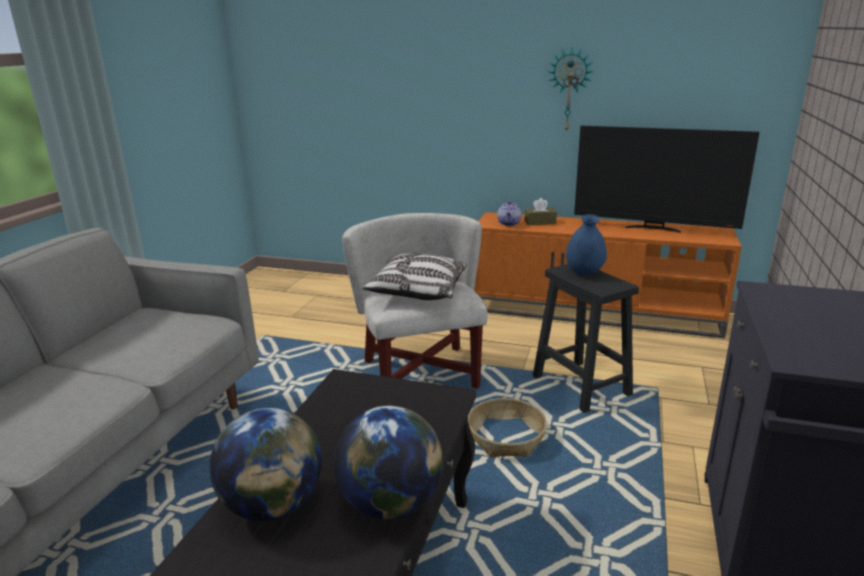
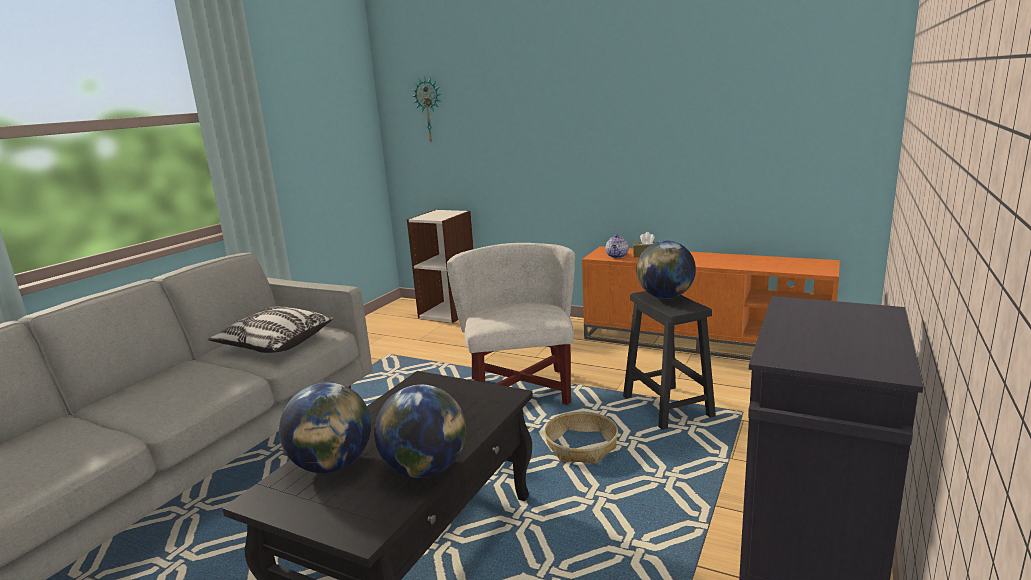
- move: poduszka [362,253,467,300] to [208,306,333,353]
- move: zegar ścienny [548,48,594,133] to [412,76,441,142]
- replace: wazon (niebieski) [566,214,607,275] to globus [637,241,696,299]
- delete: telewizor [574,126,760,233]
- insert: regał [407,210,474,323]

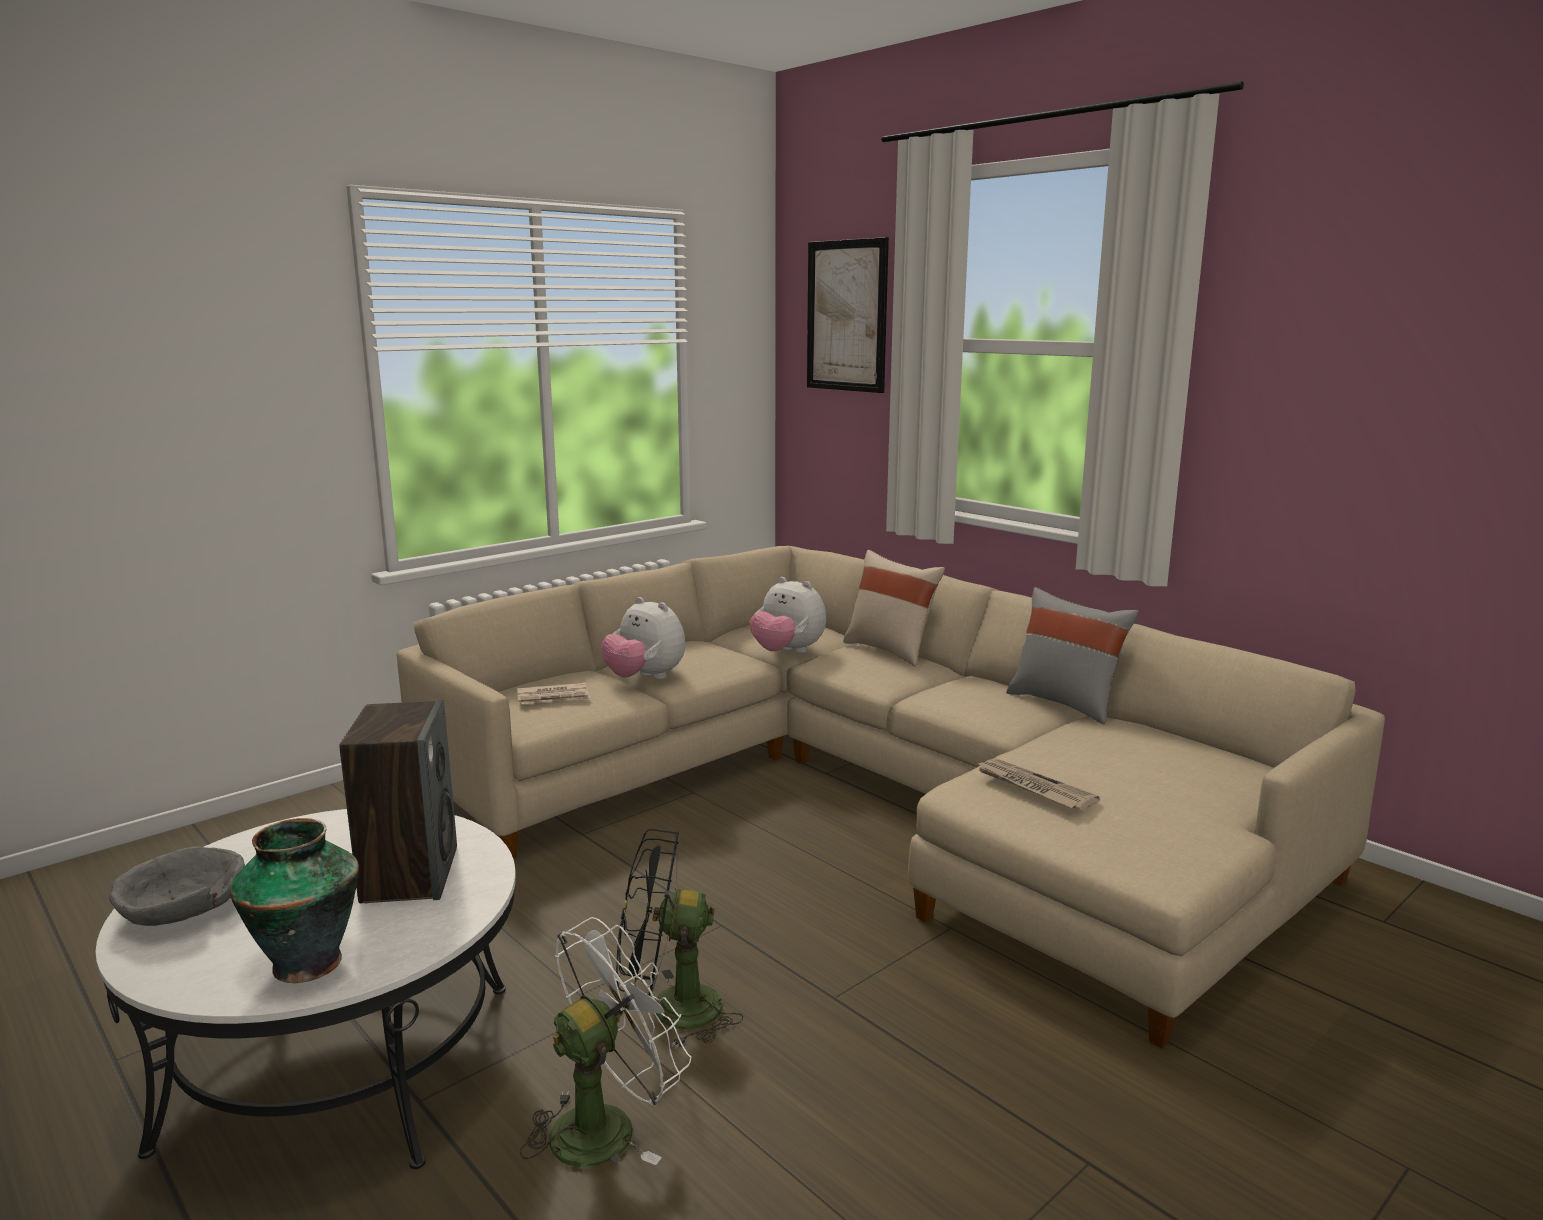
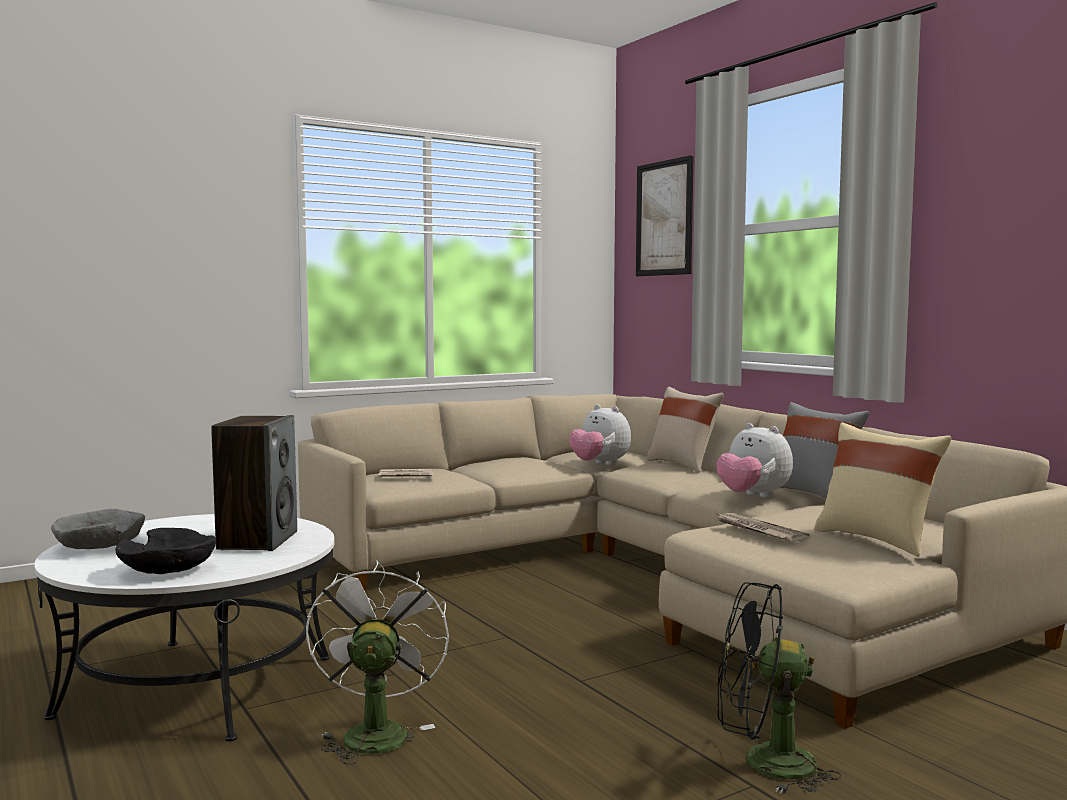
- replace: wazon [229,818,359,983] to miska (czarny) [115,528,216,574]
- rotate: wentylator (biały) [520,917,691,1168] = [306,560,449,765] 60 degrees counterclockwise
- move: pluszak [601,597,685,679] to [716,423,793,498]
- move: wentylator (czarny) [616,829,743,1049] to [717,582,841,794]
- insert: poduszka (beżowy) [814,422,951,557]

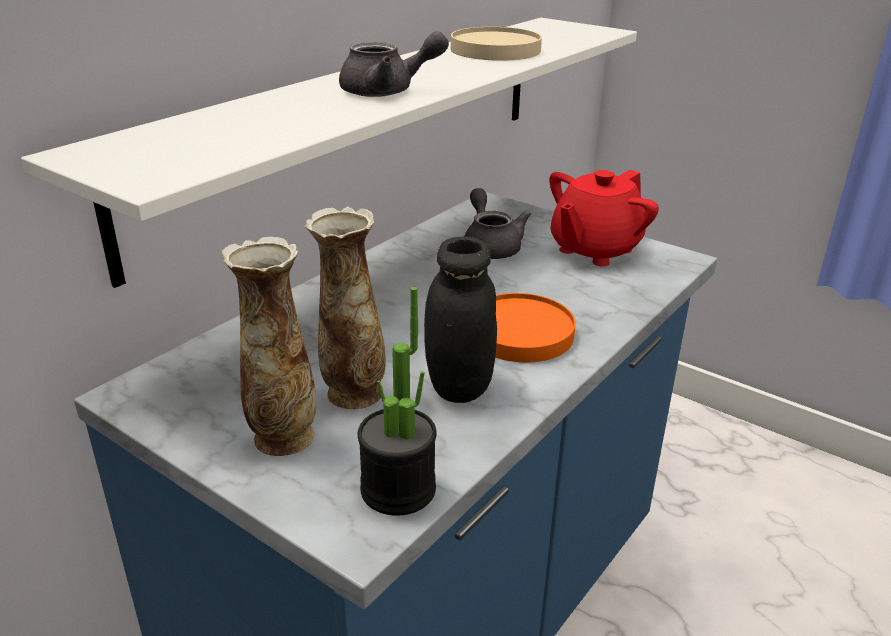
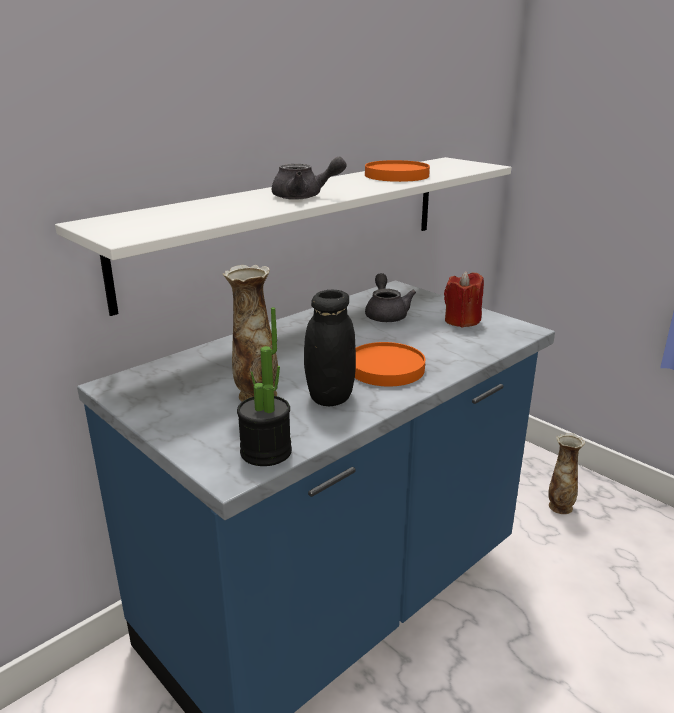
- move: wazon [222,237,316,456] to [548,433,585,514]
- recolor: talerz (beżowy) [451,27,542,61] to talerz (pomarańczowy) [365,160,430,182]
- replace: imbryk (czerwony) [549,170,659,266] to świeca (czerwony) [444,271,484,327]

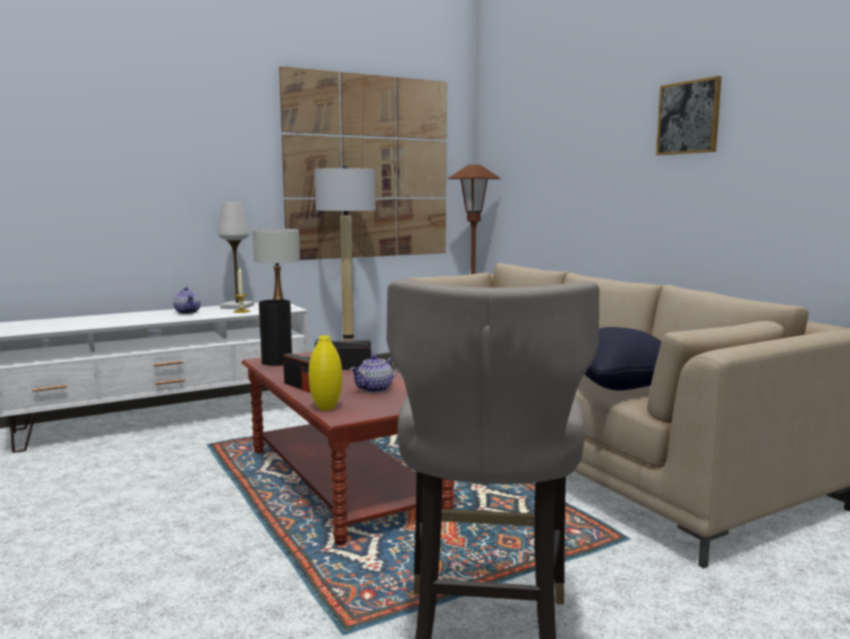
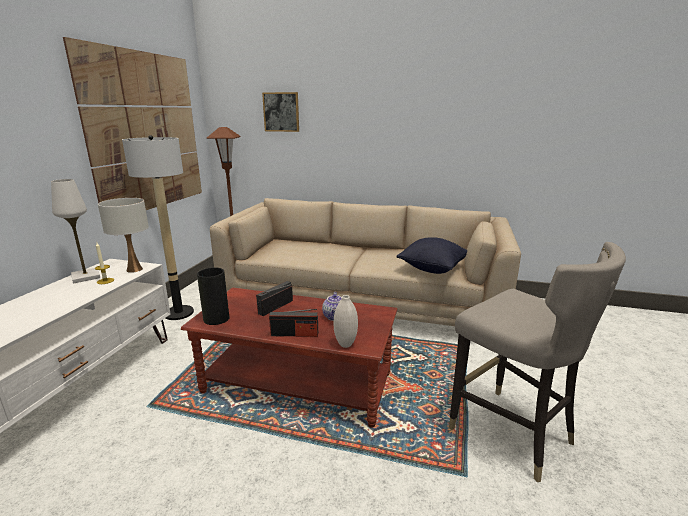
- delete: imbryk [173,287,201,314]
- recolor: wazon (żółty) [309,335,342,410] to wazon (biały) [334,295,358,348]
- move: obraz [656,76,722,155] to [262,92,299,132]

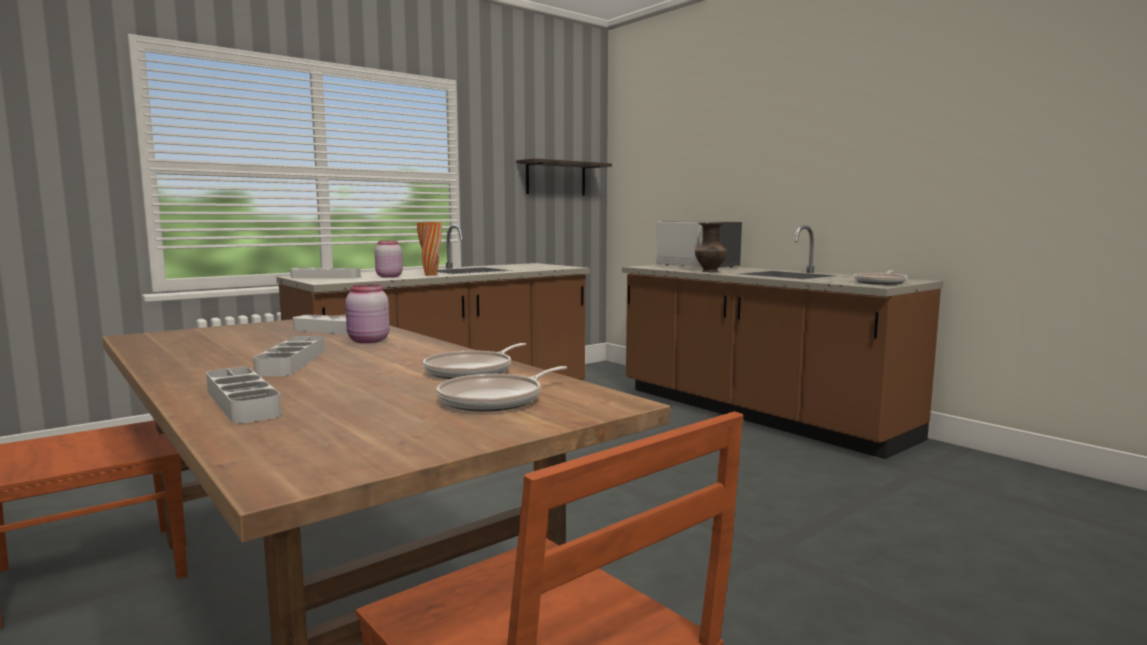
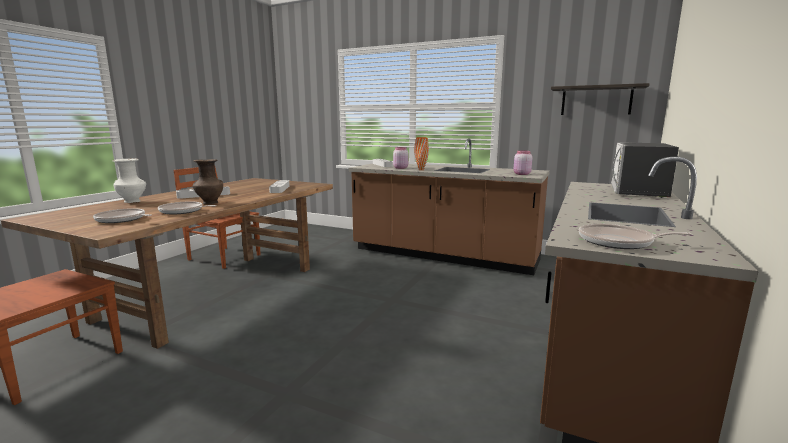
- replace: taca (szary) [206,367,281,423] to wazon (biały) [113,158,146,203]
- move: słoik (różowy) [345,284,390,343] to [514,150,532,175]
- move: wazon (brązowy) [695,222,727,272] to [193,159,223,204]

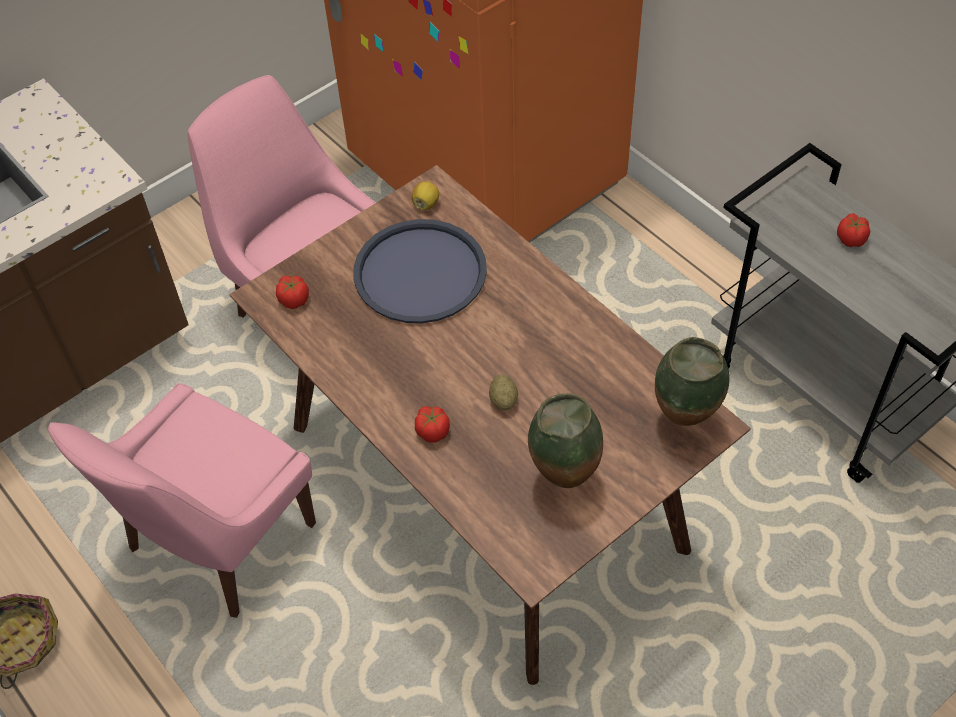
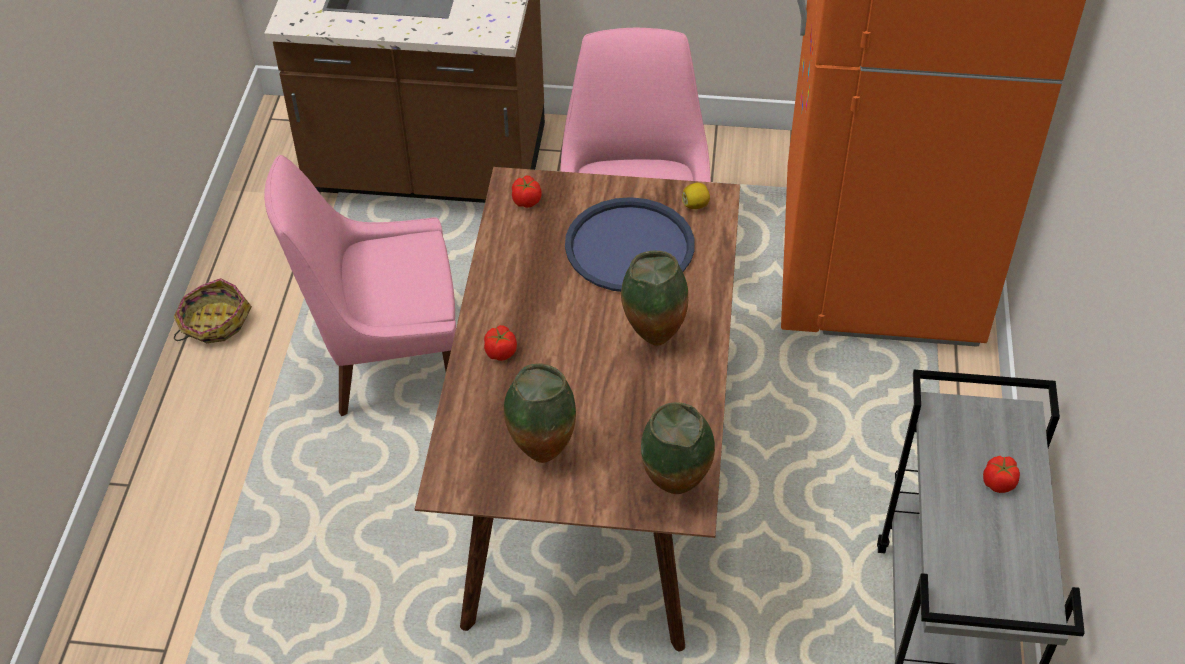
- delete: ziemniak [489,375,518,411]
- insert: wazon [621,251,688,346]

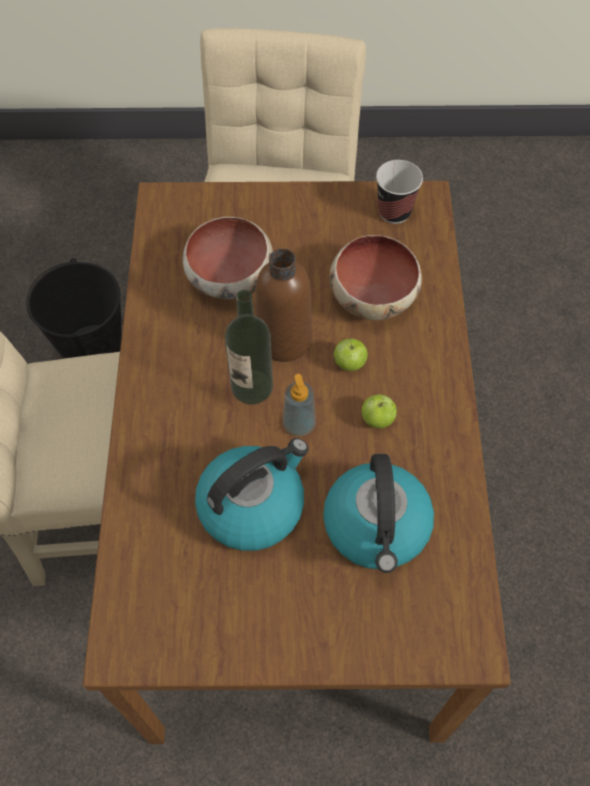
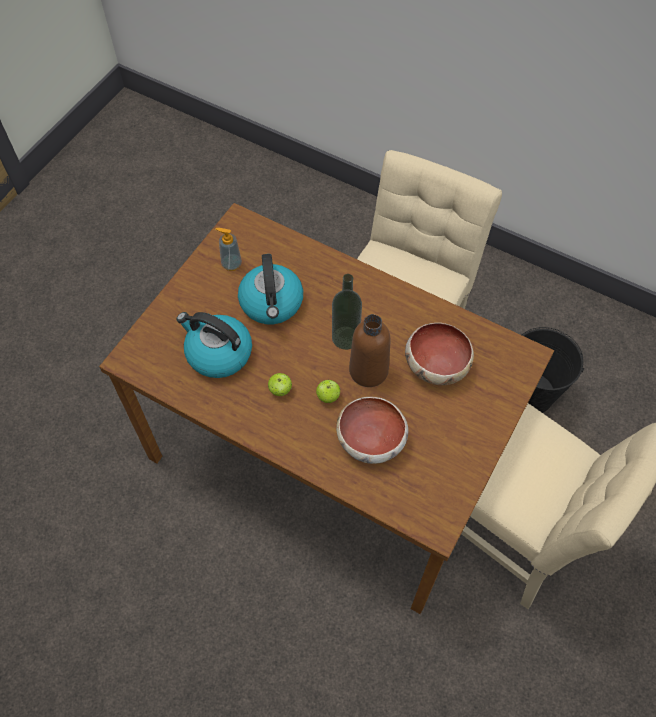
- move: dozownik mydła [283,374,316,437] to [215,228,242,271]
- delete: filiżanka [376,160,423,224]

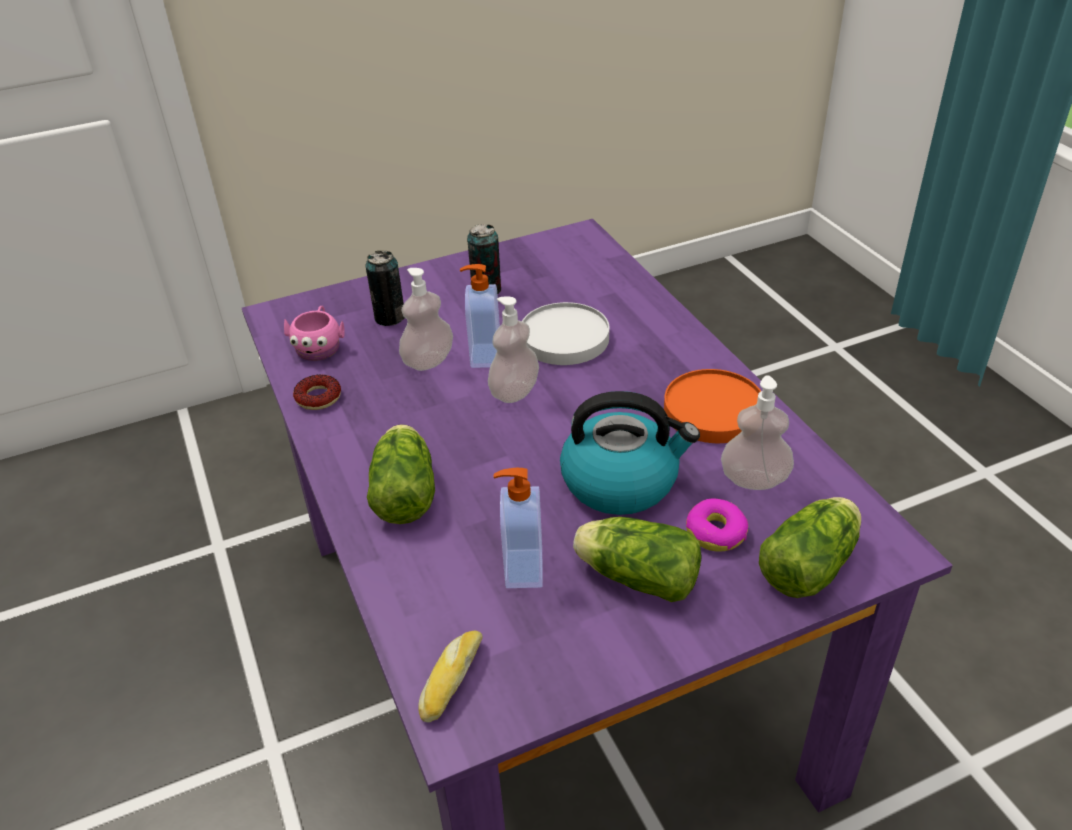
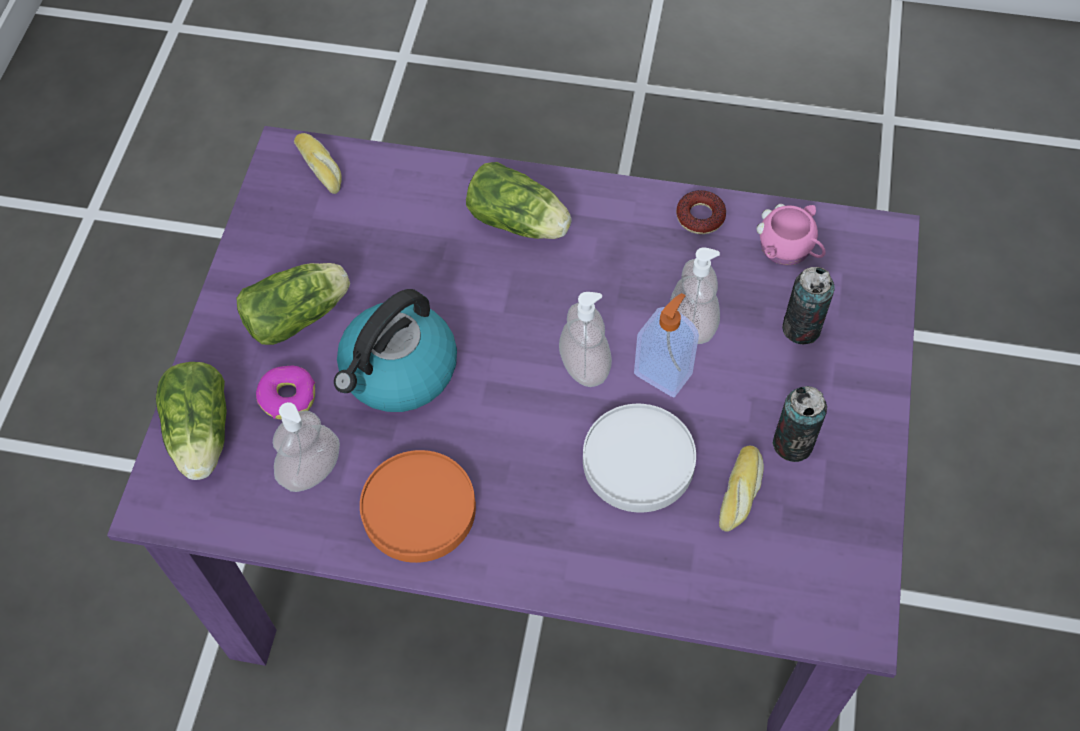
- delete: dozownik mydła [494,468,543,588]
- insert: chleb [719,446,764,532]

